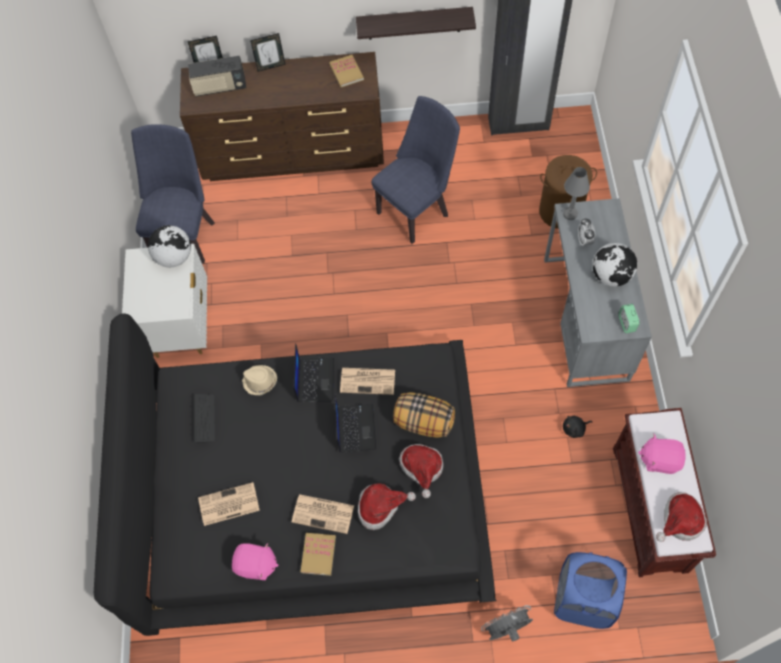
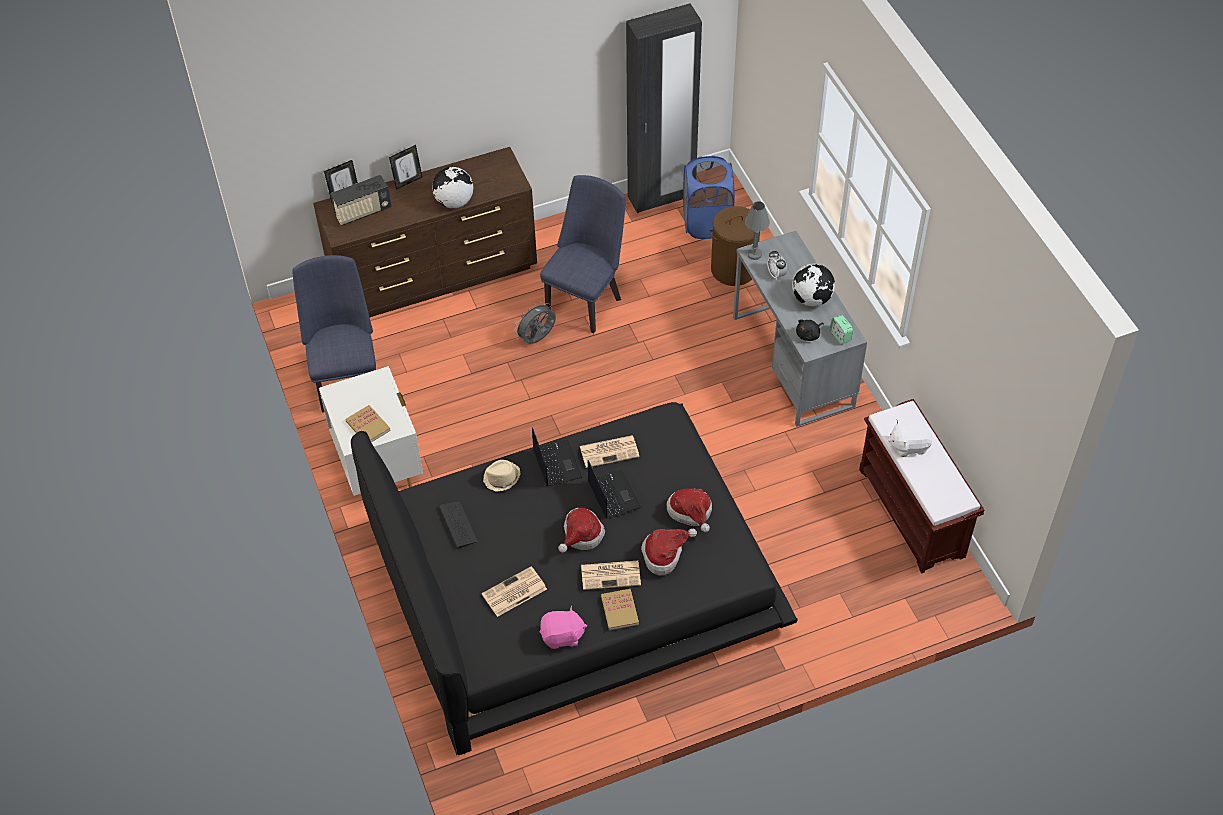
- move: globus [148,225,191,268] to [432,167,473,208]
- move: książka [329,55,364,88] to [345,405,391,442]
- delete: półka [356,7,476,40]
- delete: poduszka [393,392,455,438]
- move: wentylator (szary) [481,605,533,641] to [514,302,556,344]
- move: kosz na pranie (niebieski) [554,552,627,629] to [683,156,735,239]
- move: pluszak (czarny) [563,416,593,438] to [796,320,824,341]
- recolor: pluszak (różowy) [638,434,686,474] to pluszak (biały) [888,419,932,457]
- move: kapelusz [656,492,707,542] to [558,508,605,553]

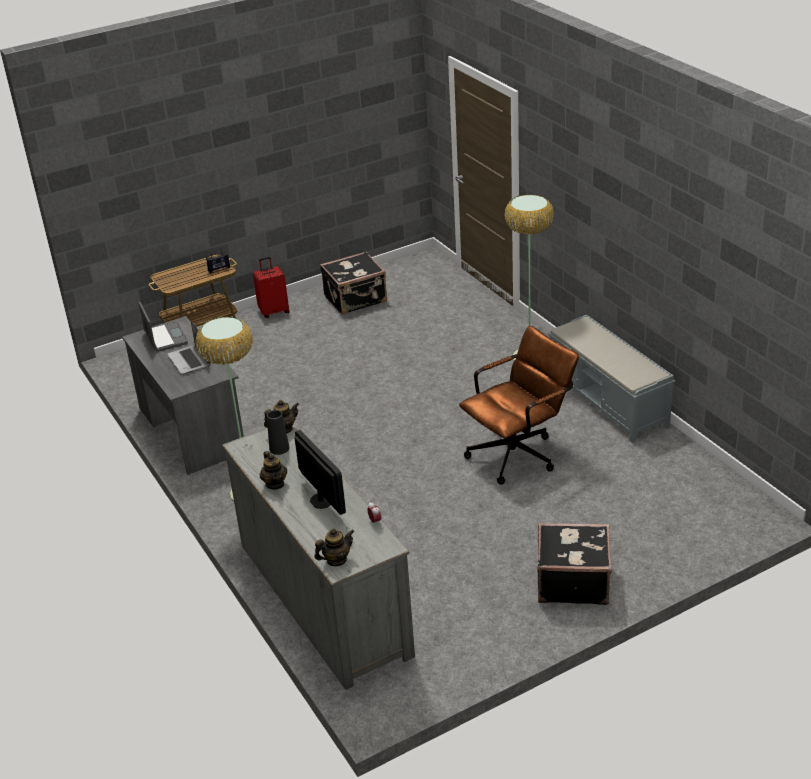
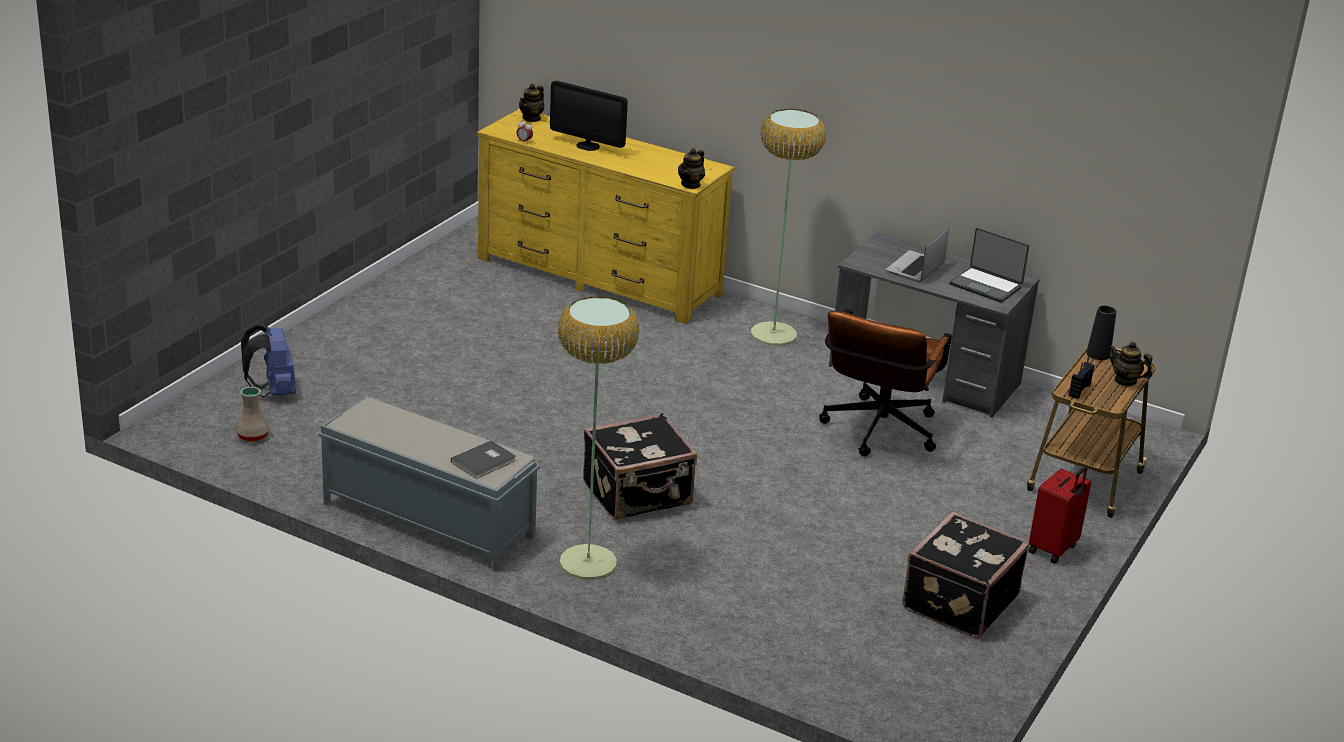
- rotate: laptop [167,321,211,374] = [886,227,949,282] 90 degrees counterclockwise
- recolor: komoda (szary) [222,423,415,690] to komoda (żółty) [477,109,735,324]
- move: imbryk [260,451,287,490] to [1109,342,1153,387]
- move: wazon (czarny) [267,410,289,455] to [1086,306,1116,360]
- move: krzesło biurowe (brązowy) [459,326,579,485] to [819,309,952,456]
- move: walizka (czarny) [537,523,612,605] to [583,413,697,520]
- insert: wazon (beżowy) [236,387,269,442]
- insert: plecak (niebieski) [241,325,296,397]
- insert: książka (szary) [451,440,516,479]

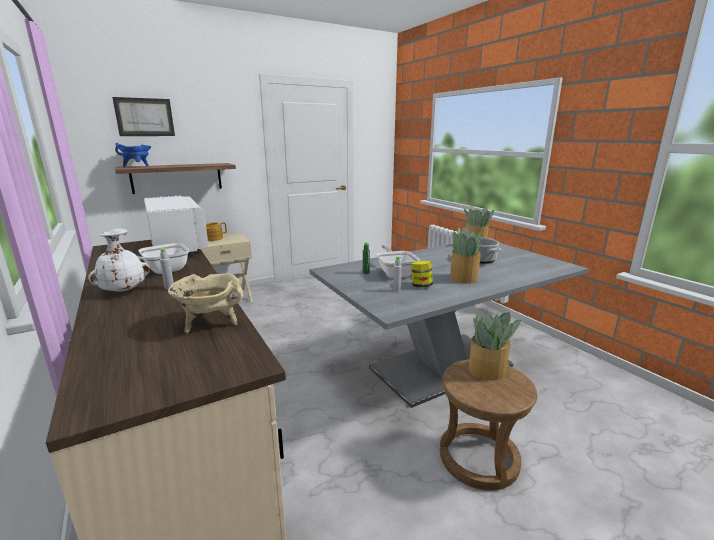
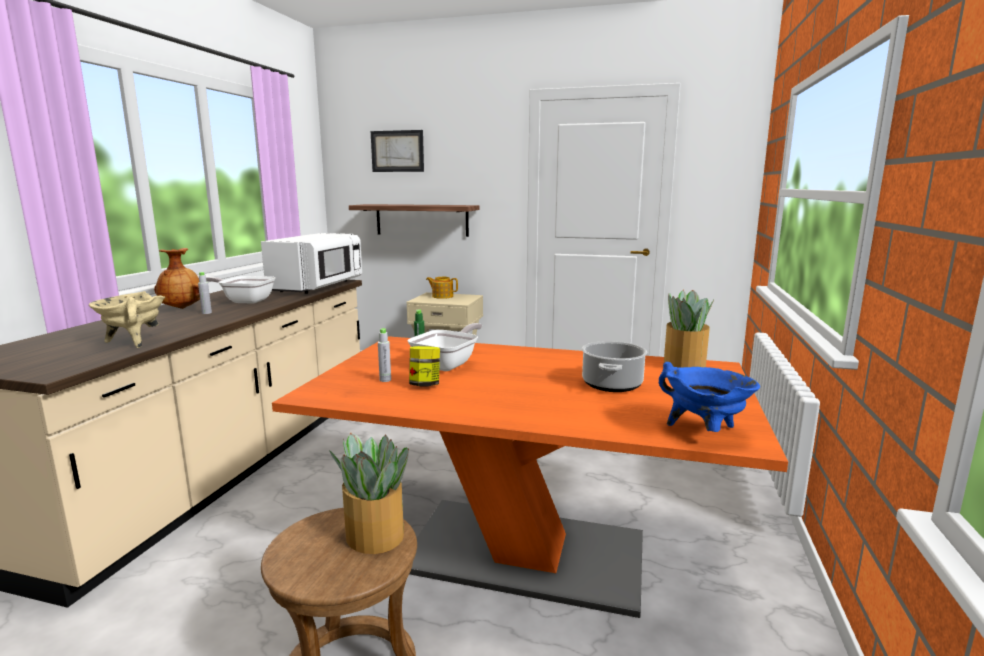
- recolor: wazon (biały) [88,228,150,292] to wazon (brązowy) [154,248,200,309]
- move: garnek (niebieski) [115,142,152,167] to [658,362,760,432]
- recolor: stół jadalny (szary) [310,243,589,408] to stół jadalny (pomarańczowy) [272,336,788,618]
- delete: roślina doniczkowa [450,227,484,284]

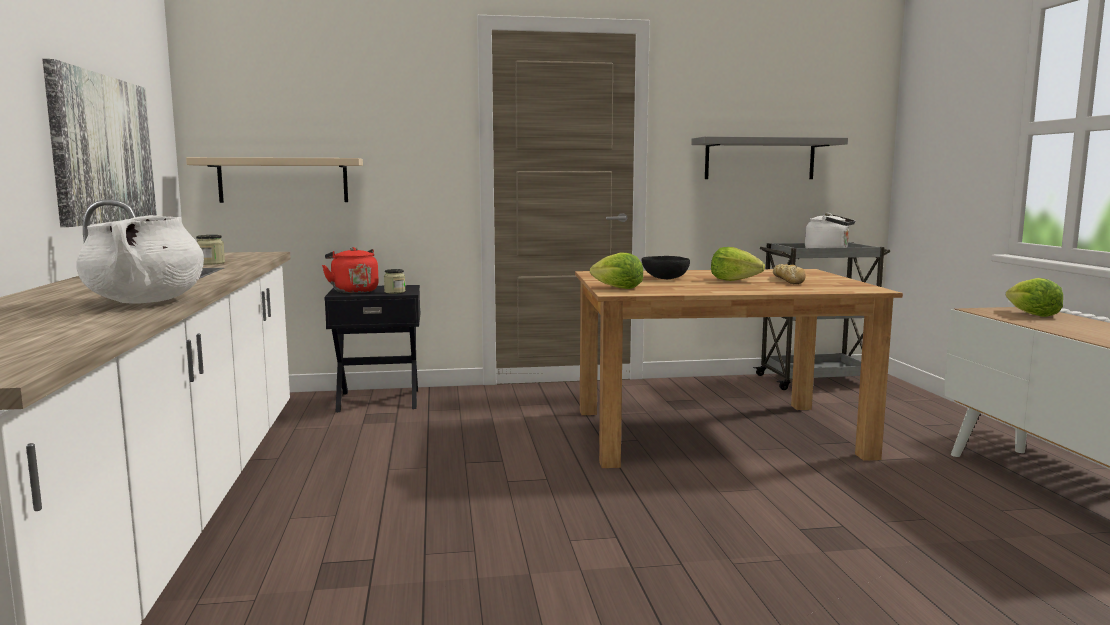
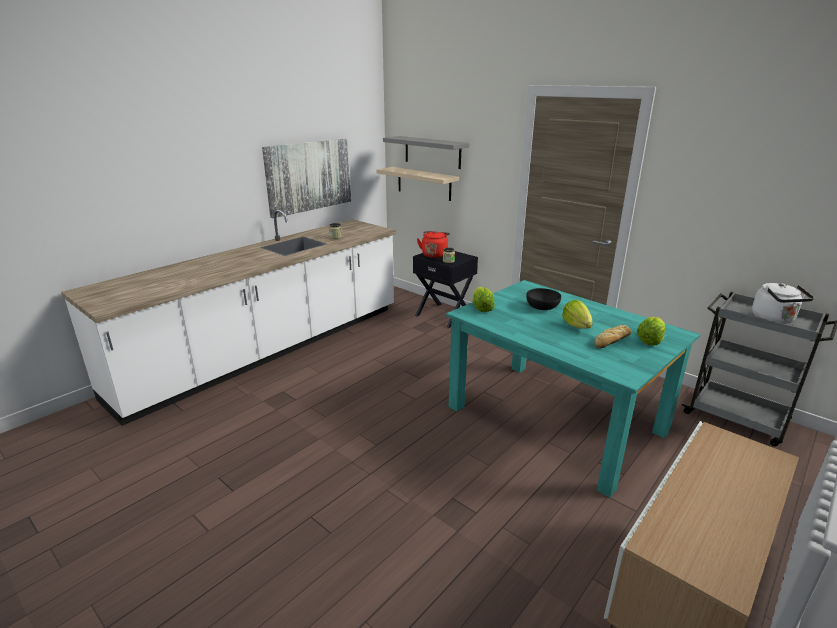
- delete: garnek (biały) [76,215,204,304]
- recolor: stół jadalny (brązowy) [575,269,903,468] to stół jadalny (turkusowy) [446,280,700,498]
- move: półka (szary) [691,136,848,179] to [383,136,470,169]
- move: sałata [1005,278,1063,317] to [637,317,665,345]

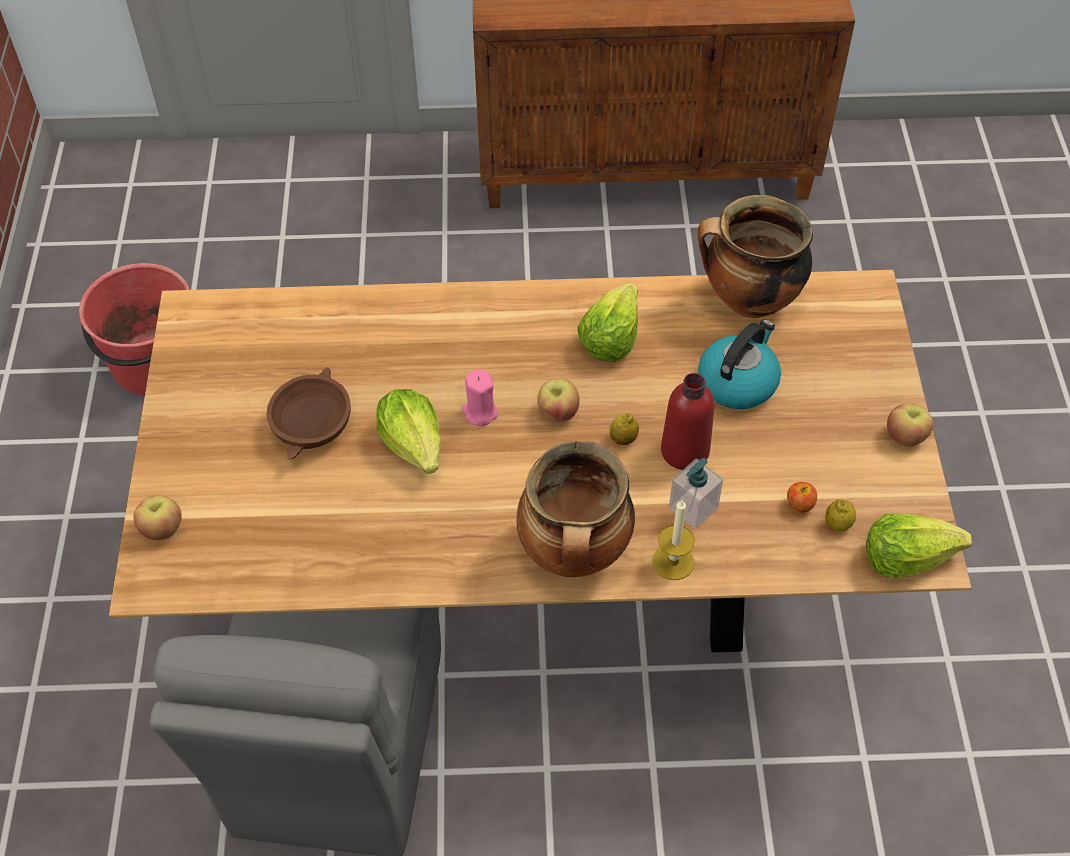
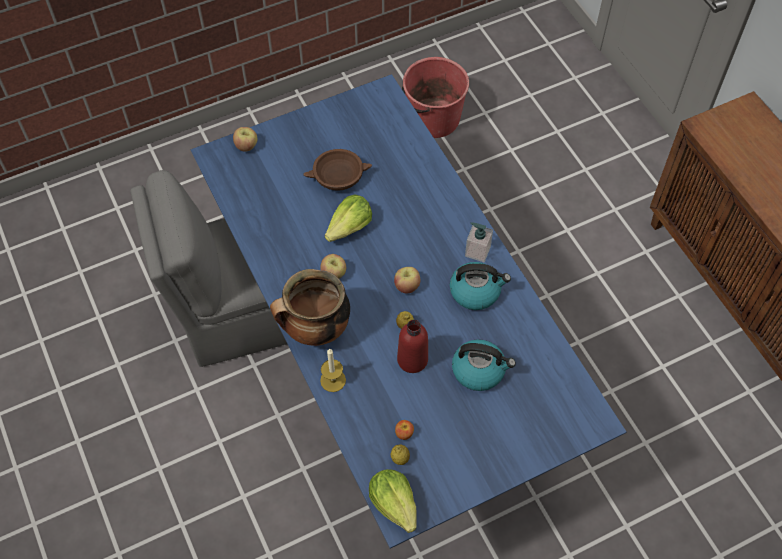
- recolor: stół jadalny (brązowy) [109,270,972,652] to stół jadalny (niebieski) [191,74,627,549]
- delete: świeca (różowy) [462,369,498,426]
- replace: sałata [577,283,638,362] to czajnik [450,262,511,310]
- move: dozownik mydła [669,458,723,529] to [465,222,493,262]
- delete: garnek [698,195,813,318]
- move: jabłko [887,403,933,447] to [320,254,346,279]

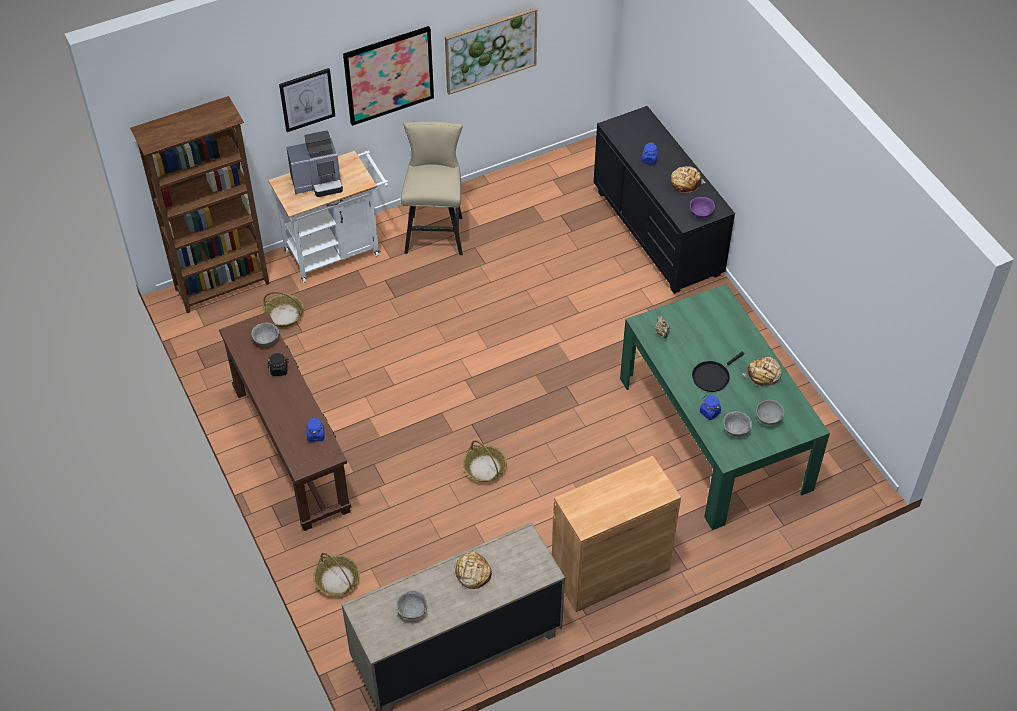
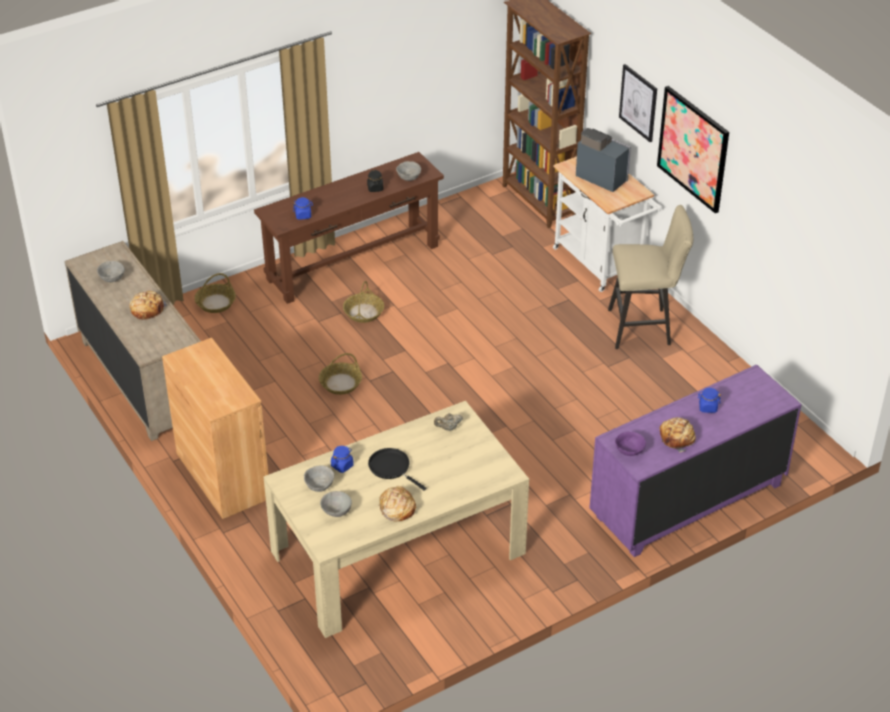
- move: koszyk [263,292,304,327] to [343,281,384,323]
- rotate: ekspres do kawy [286,130,343,197] = [576,128,631,192] 150 degrees clockwise
- delete: obraz [445,7,537,95]
- recolor: komoda (czarny) [594,106,735,294] to komoda (fioletowy) [589,364,802,557]
- recolor: stół jadalny (zielony) [620,284,830,530] to stół jadalny (beżowy) [264,401,529,638]

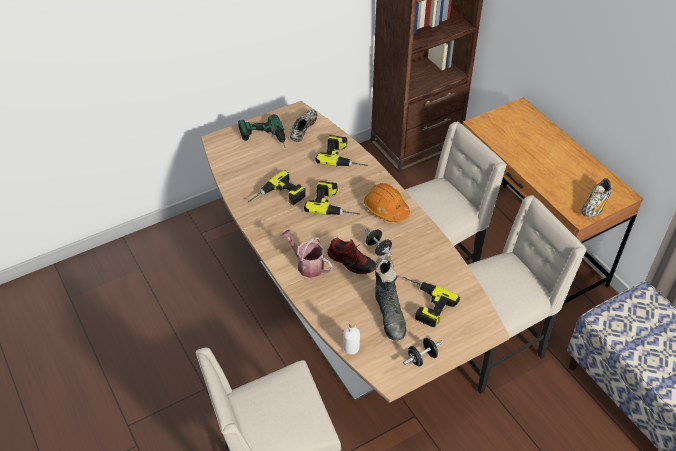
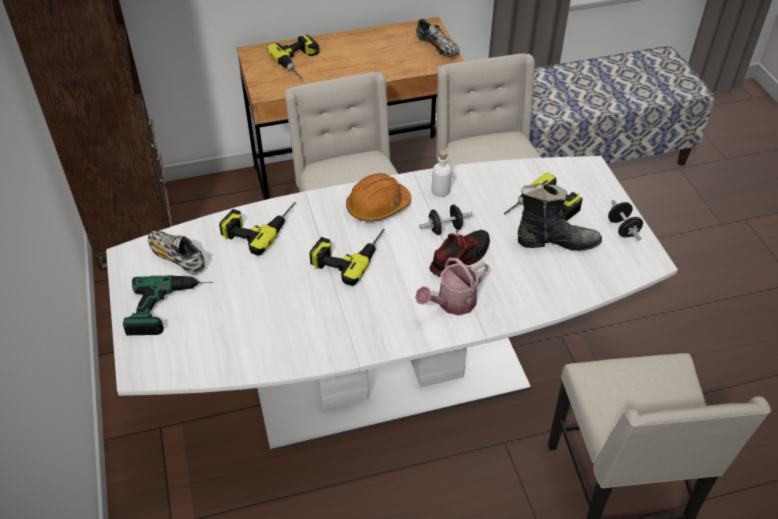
- recolor: stół jadalny (brązowy) [201,101,510,403] to stół jadalny (biały) [106,156,678,451]
- move: wiertarka [248,170,306,205] to [267,35,319,79]
- move: butelka (biały) [343,319,360,354] to [432,150,452,197]

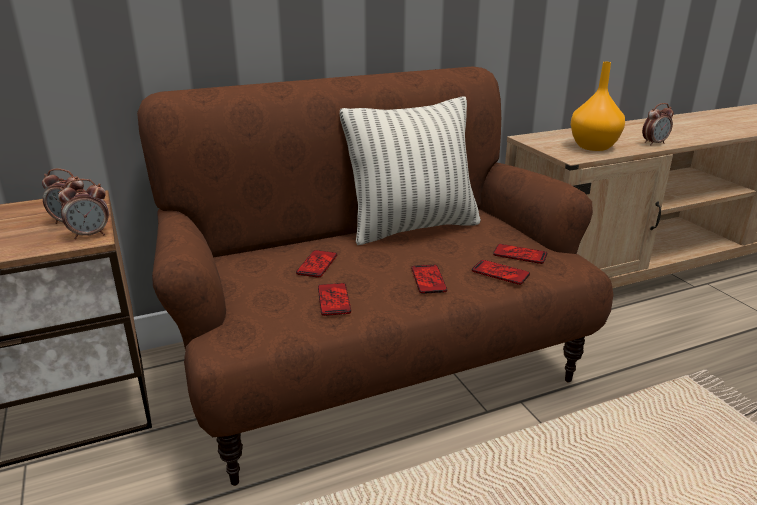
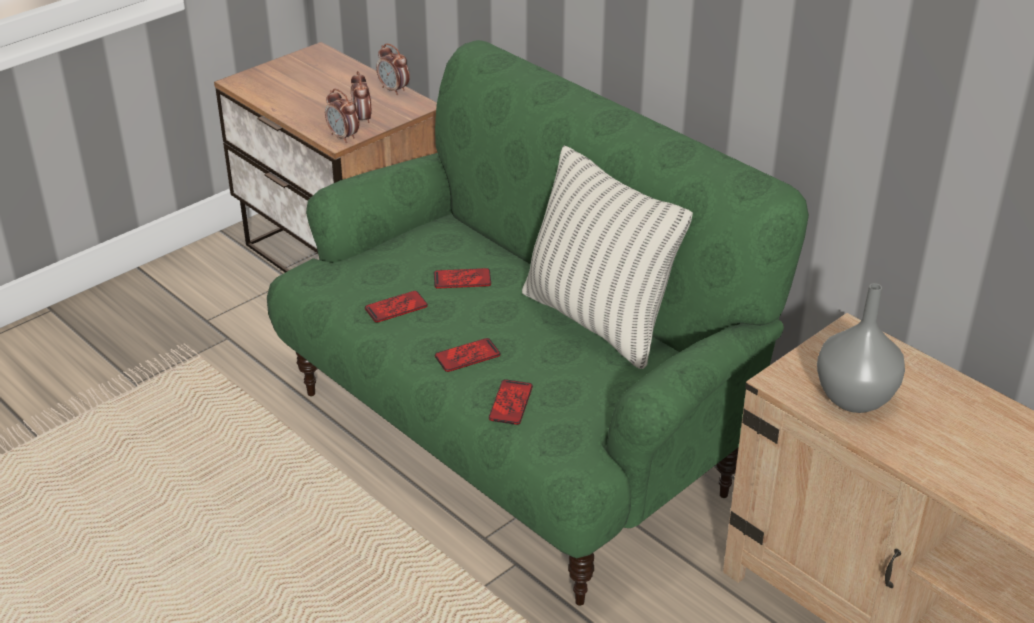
- recolor: kanapa (brązowy) [137,67,614,486] to kanapa (zielony) [267,40,809,606]
- delete: telefon [493,244,547,264]
- recolor: wazon (pomarańczowy) [571,62,625,151] to wazon (szary) [817,283,905,413]
- move: budzik [642,103,674,146] to [376,43,410,95]

